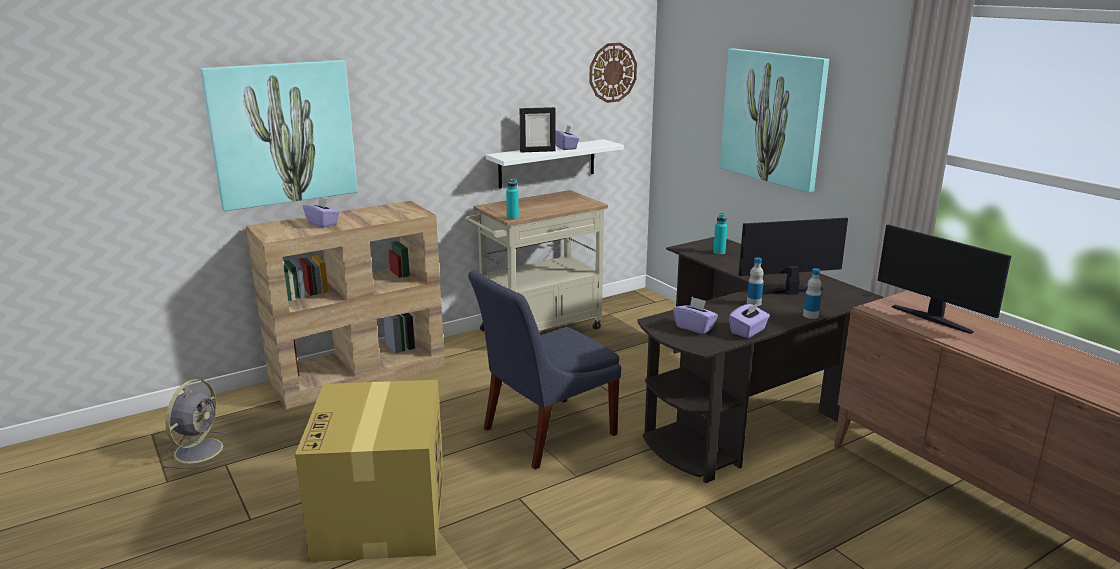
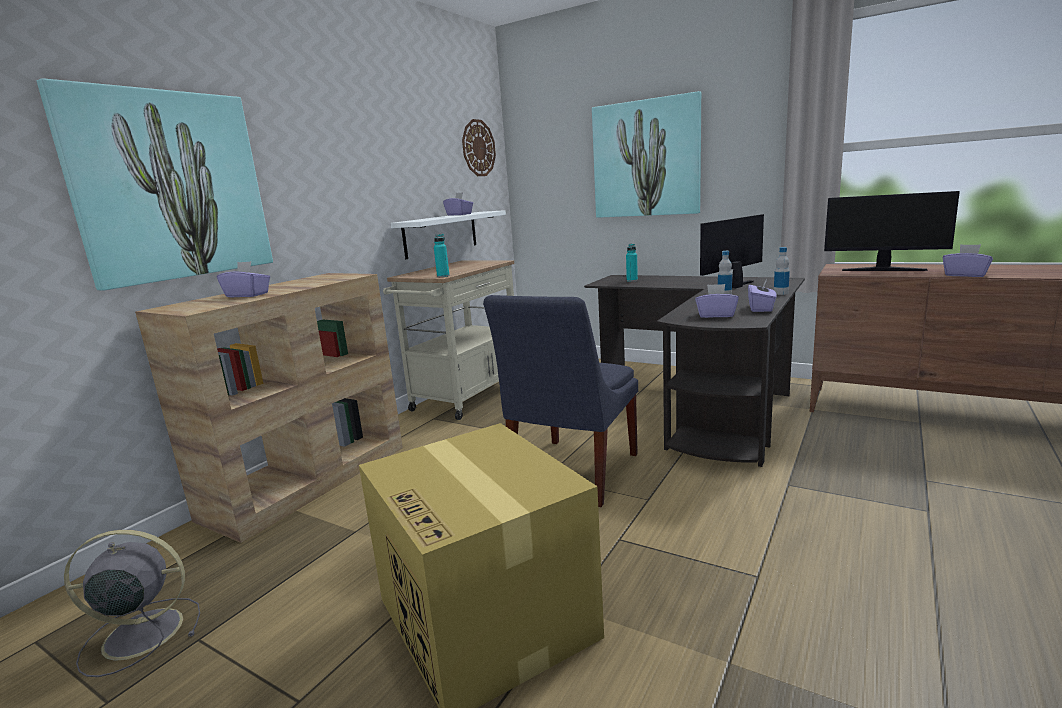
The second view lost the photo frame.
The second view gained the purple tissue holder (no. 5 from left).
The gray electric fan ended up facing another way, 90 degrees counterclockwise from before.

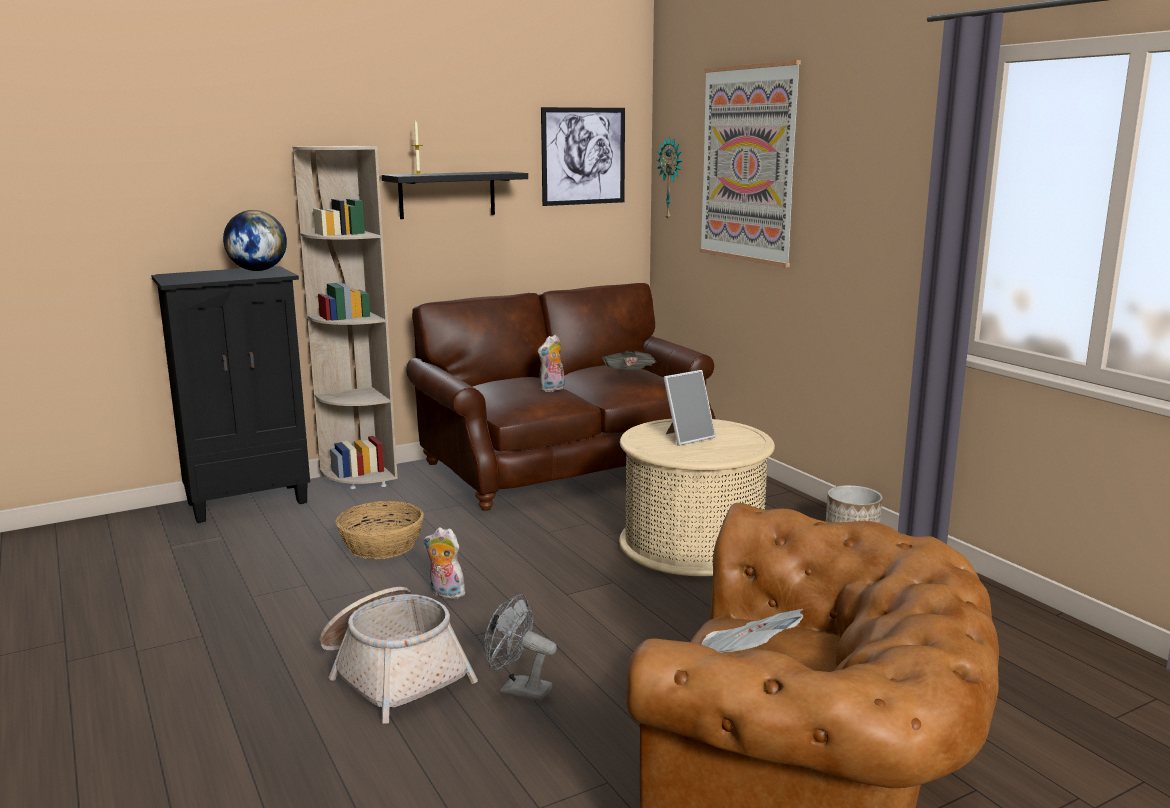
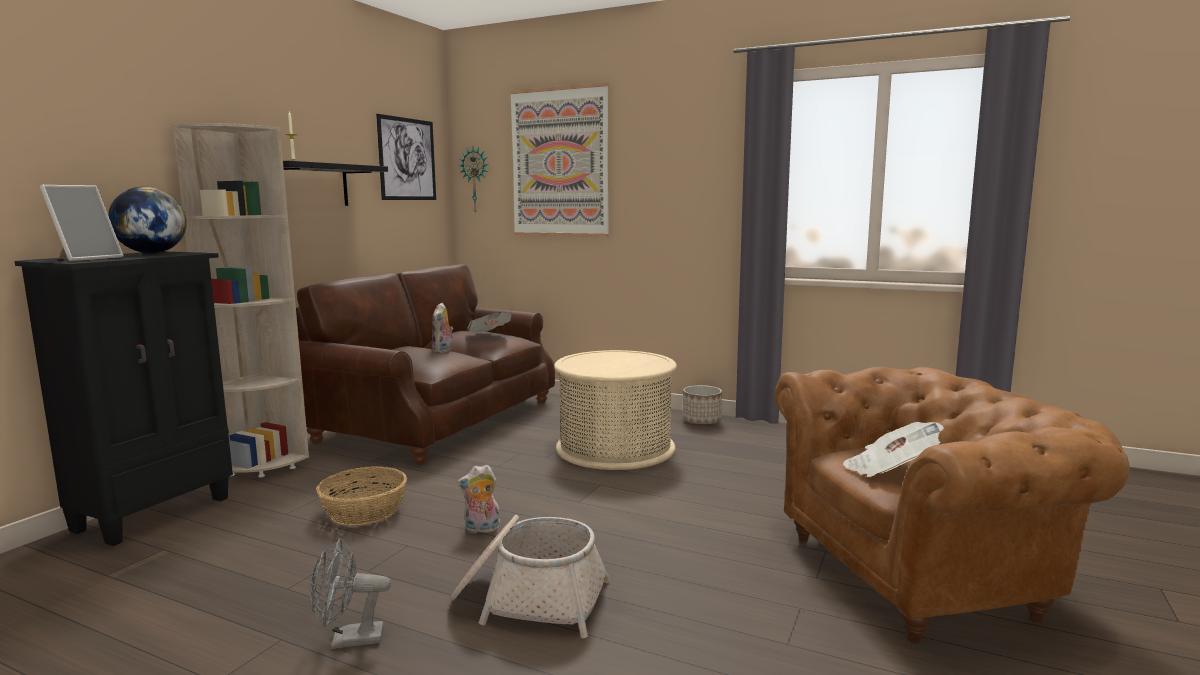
The gray electric fan ended up elsewhere.
The photo frame ended up elsewhere.

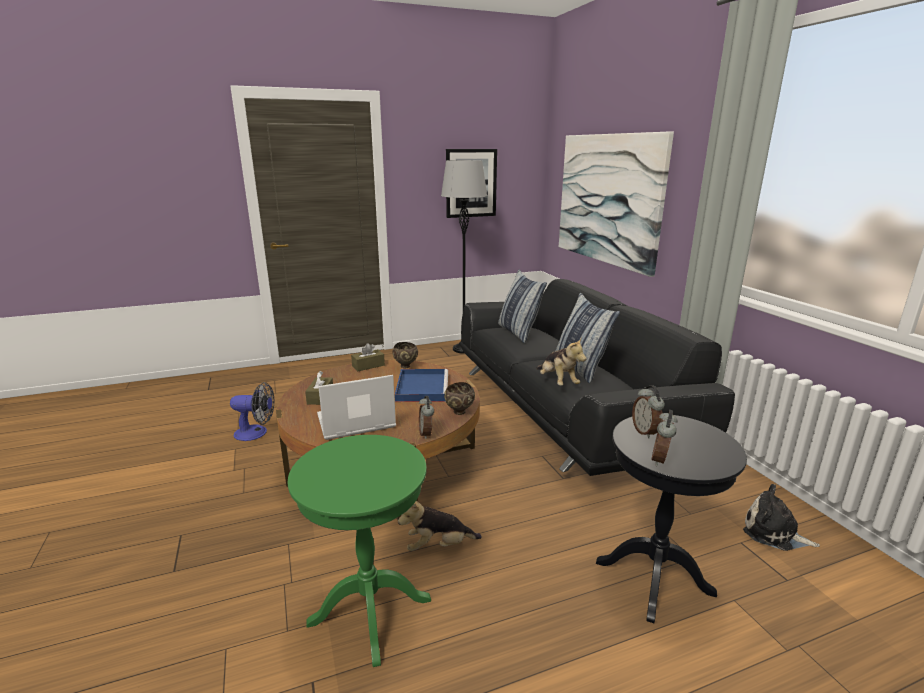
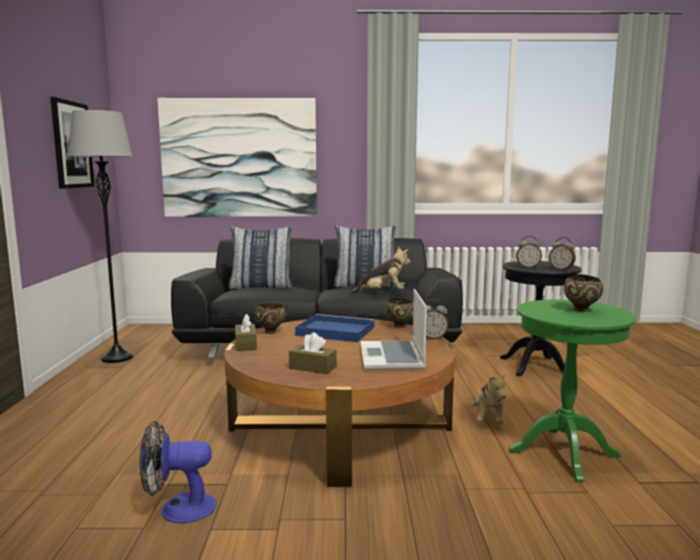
The second view lost the plush toy (no. 3 from left).
The second view gained the brownish serving bowl (no. 3 from left).
The electric fan ended up facing another way, 120 degrees counterclockwise from before.

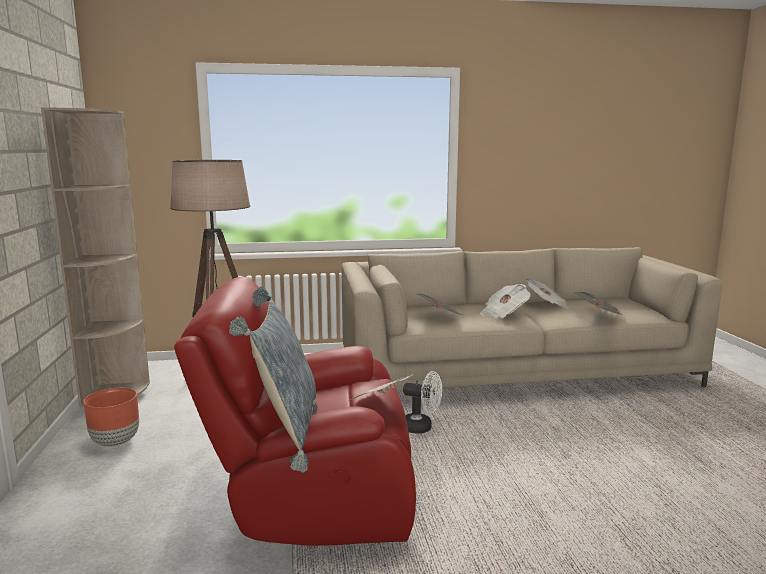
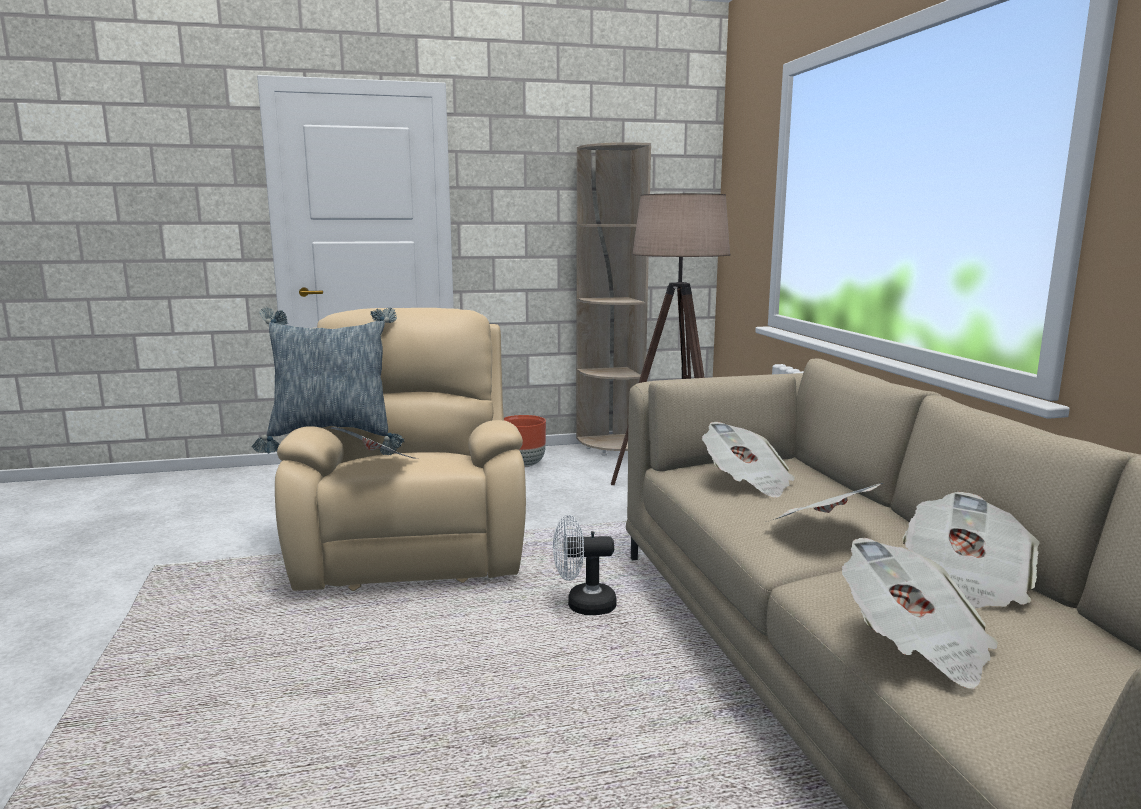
What was the red lounge chair turned into the beige lounge chair.
The white electric fan ended up facing another way, 75 degrees clockwise from before.

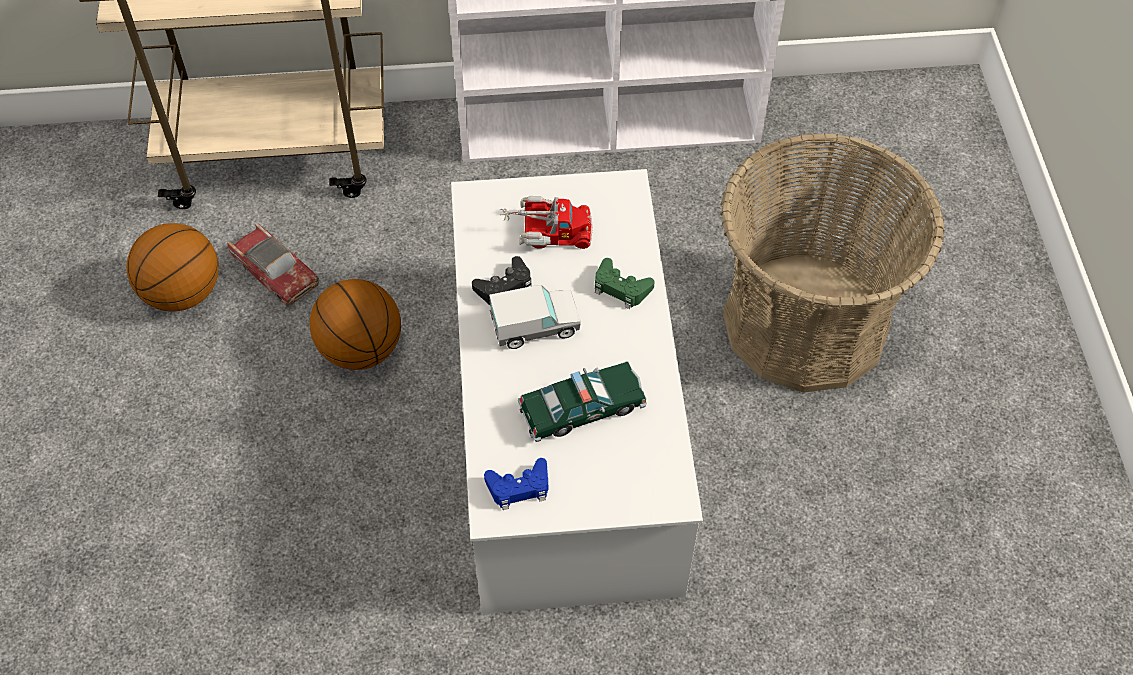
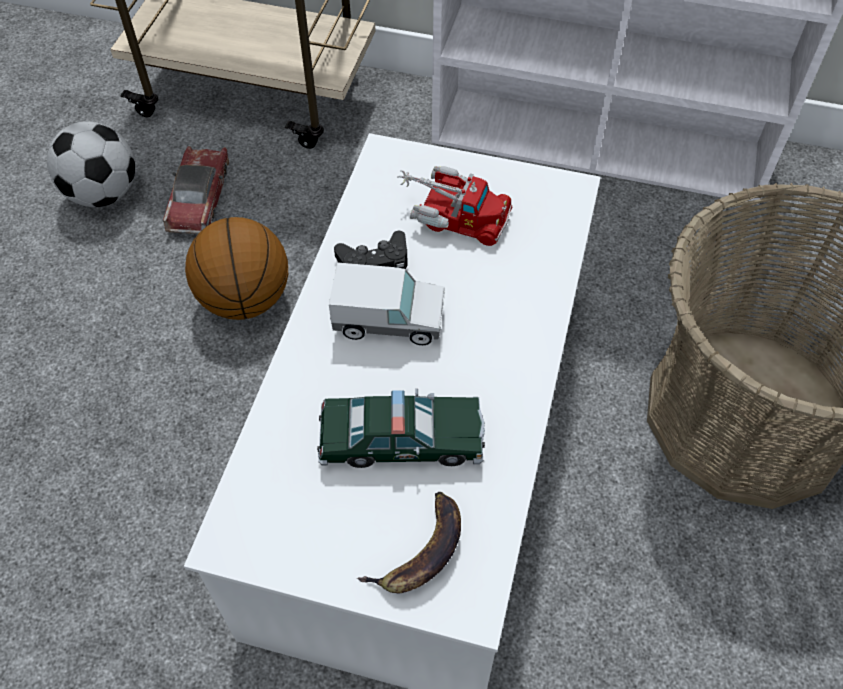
The second view lost the blue joypad.
The second view lost the greenish joypad.
The second view gained the banana fruit.
Where the basketball (no. 1 from left) stood, the football ball came to stand.
The miniature car (no. 1 from left) ended up facing another way, 150 degrees counterclockwise from before.

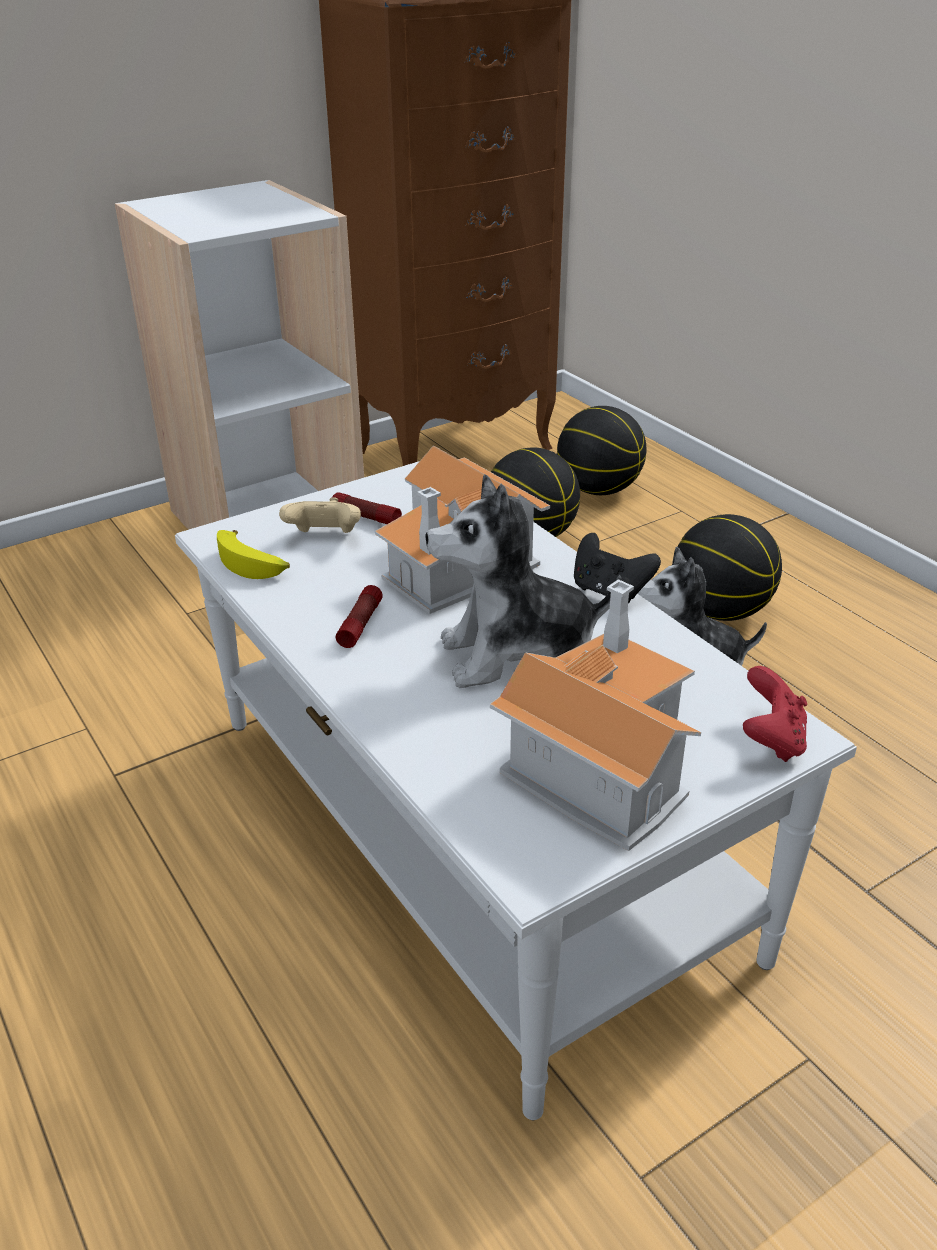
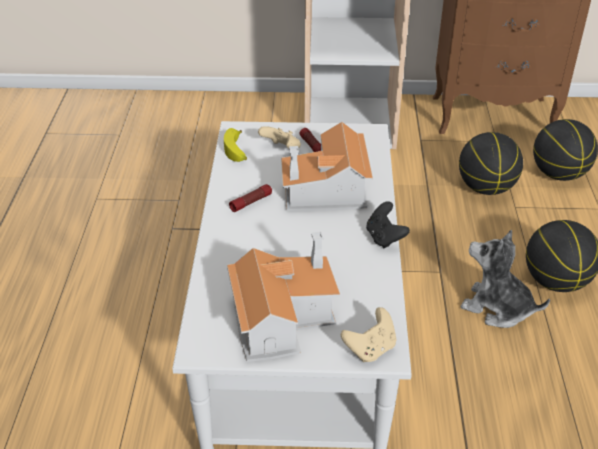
The second view lost the plush toy (no. 1 from left).
What was the red joypad turned into the beige joypad (no. 2 from left).

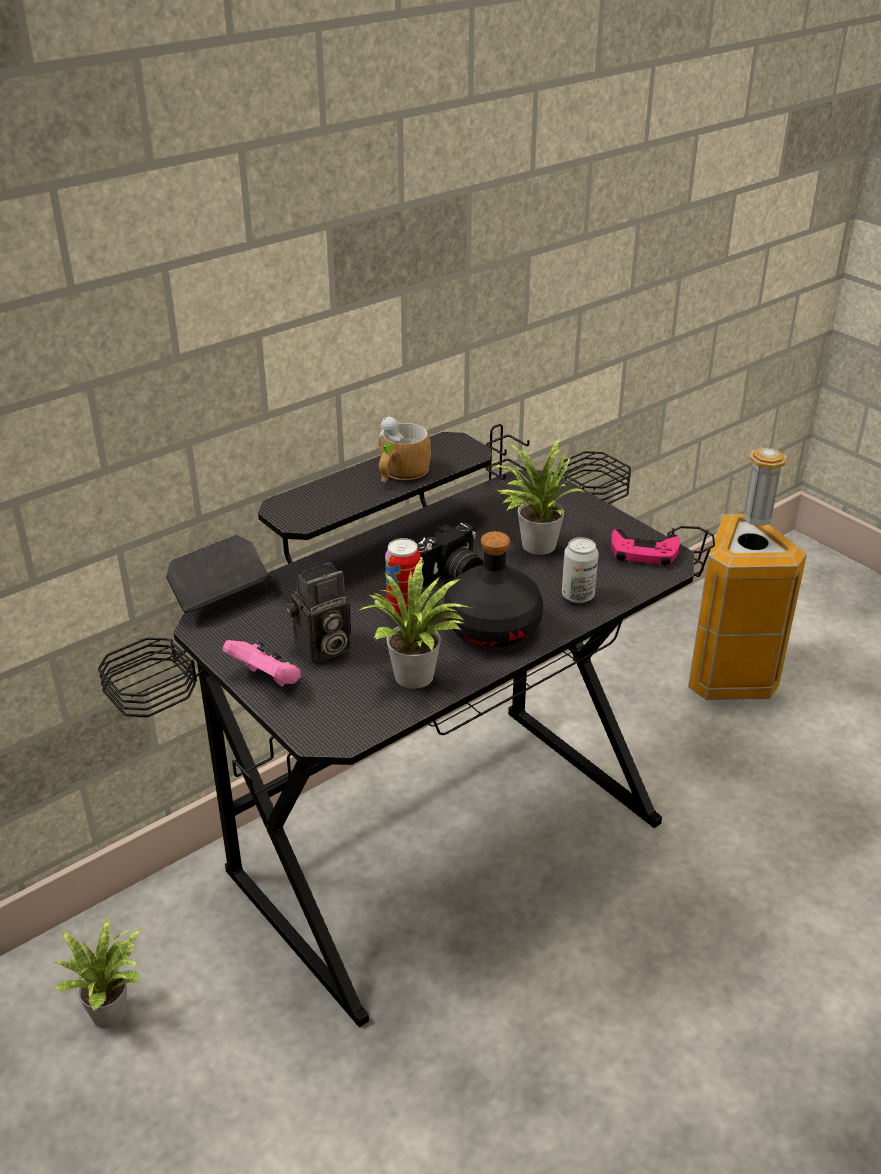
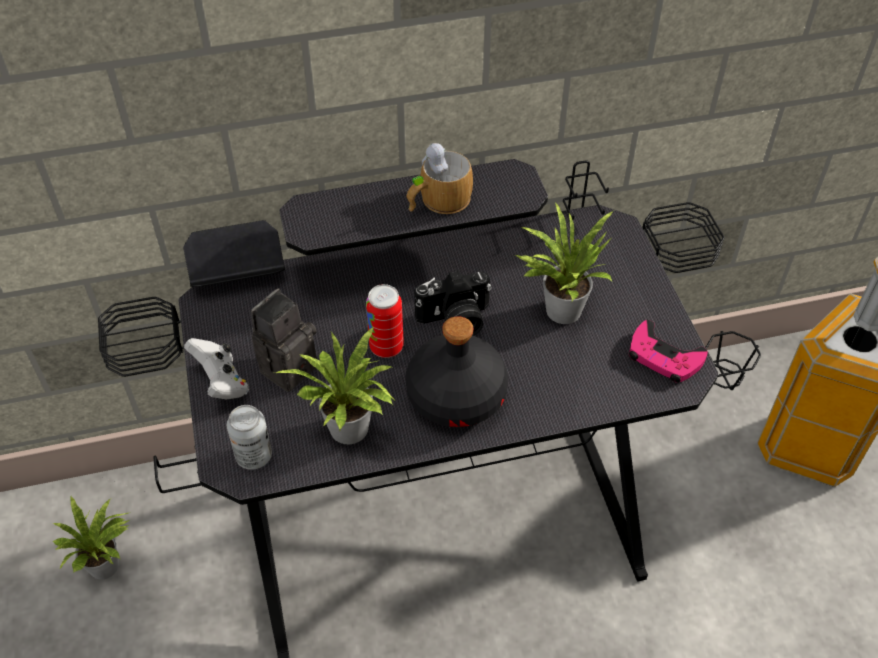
The metal can (no. 2 from left in the first image) ended up elsewhere.
What was the pinkish joypad (no. 1 from left) turned into the white joypad.
The still camera (no. 1 from left) ended up facing another way, 135 degrees clockwise from before.

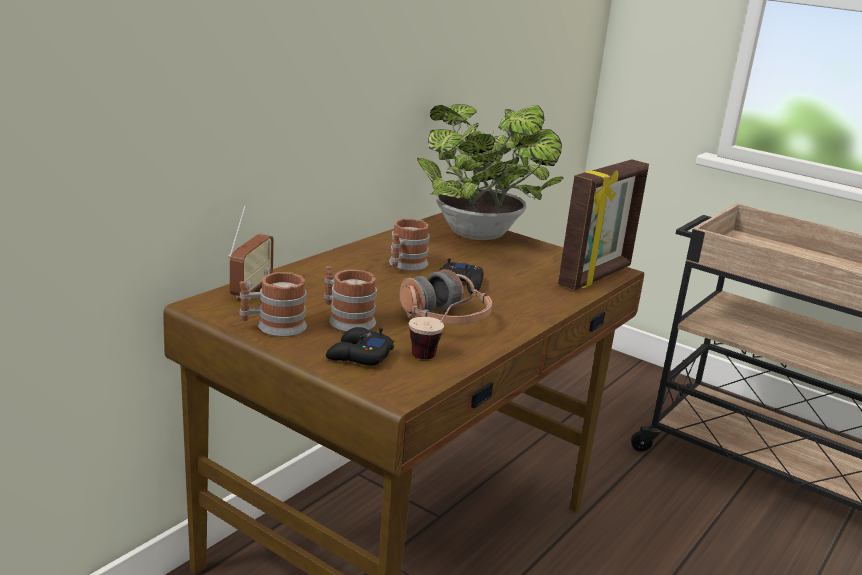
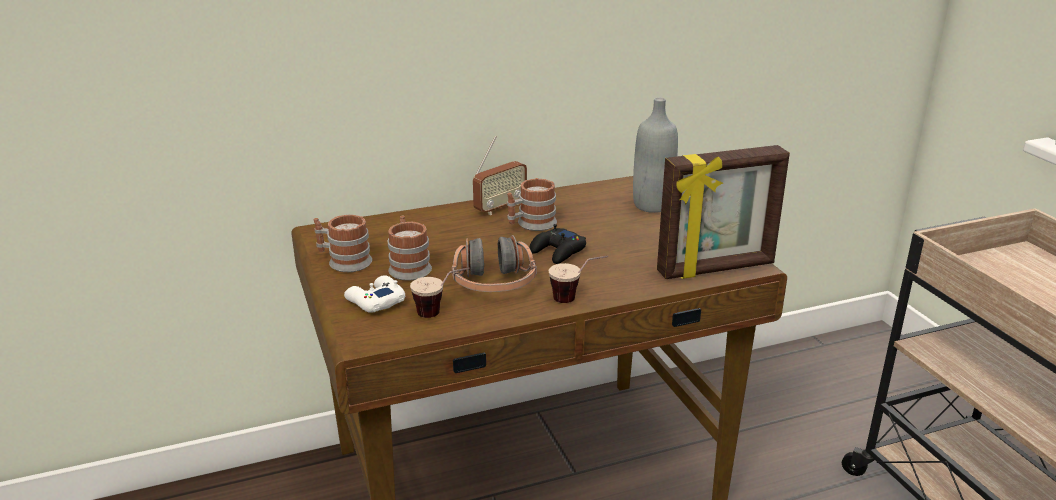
The second view gained the drinking cup (no. 2 from left).
The radio receiver ended up elsewhere.
Where the plant in a pot stood, the gray bottle came to stand.
What was the blackish joypad (no. 1 from left) turned into the white joypad.

